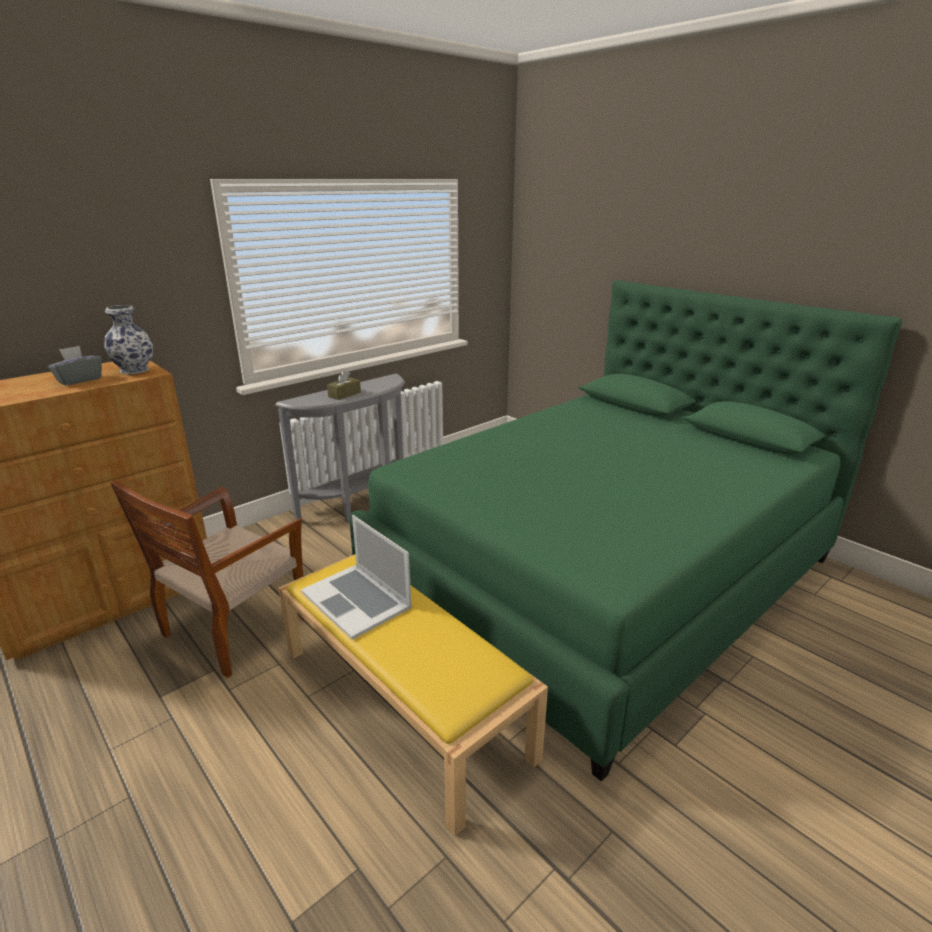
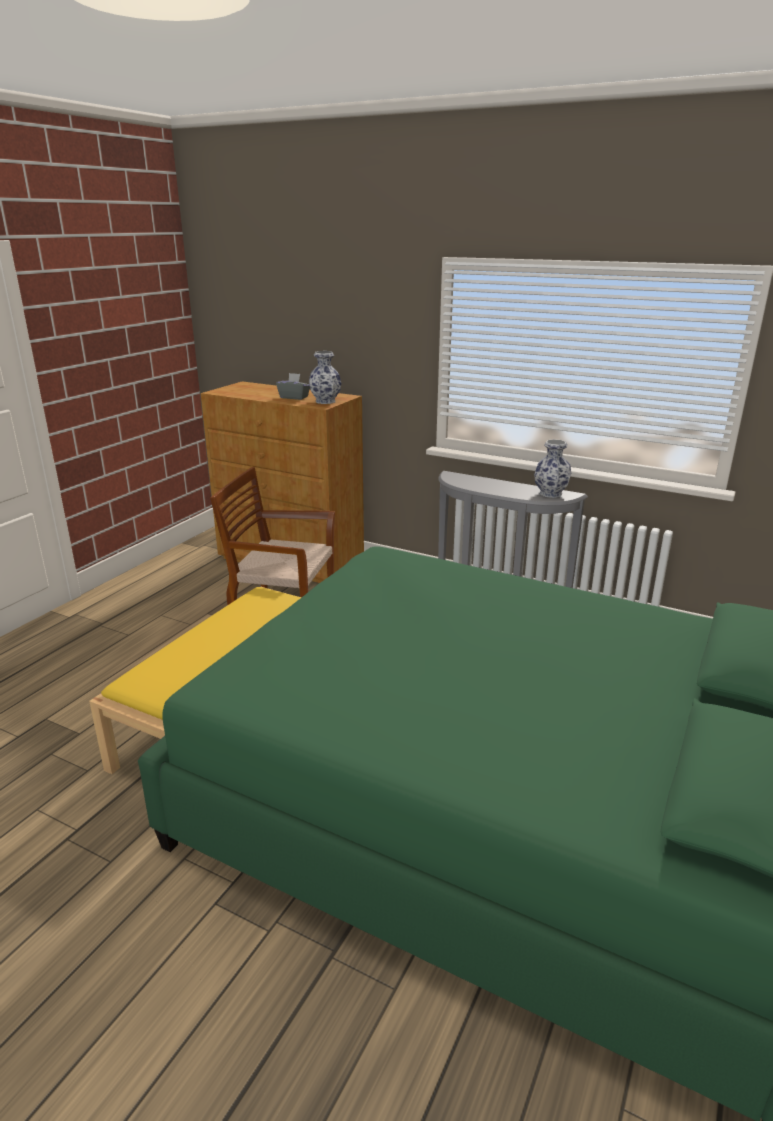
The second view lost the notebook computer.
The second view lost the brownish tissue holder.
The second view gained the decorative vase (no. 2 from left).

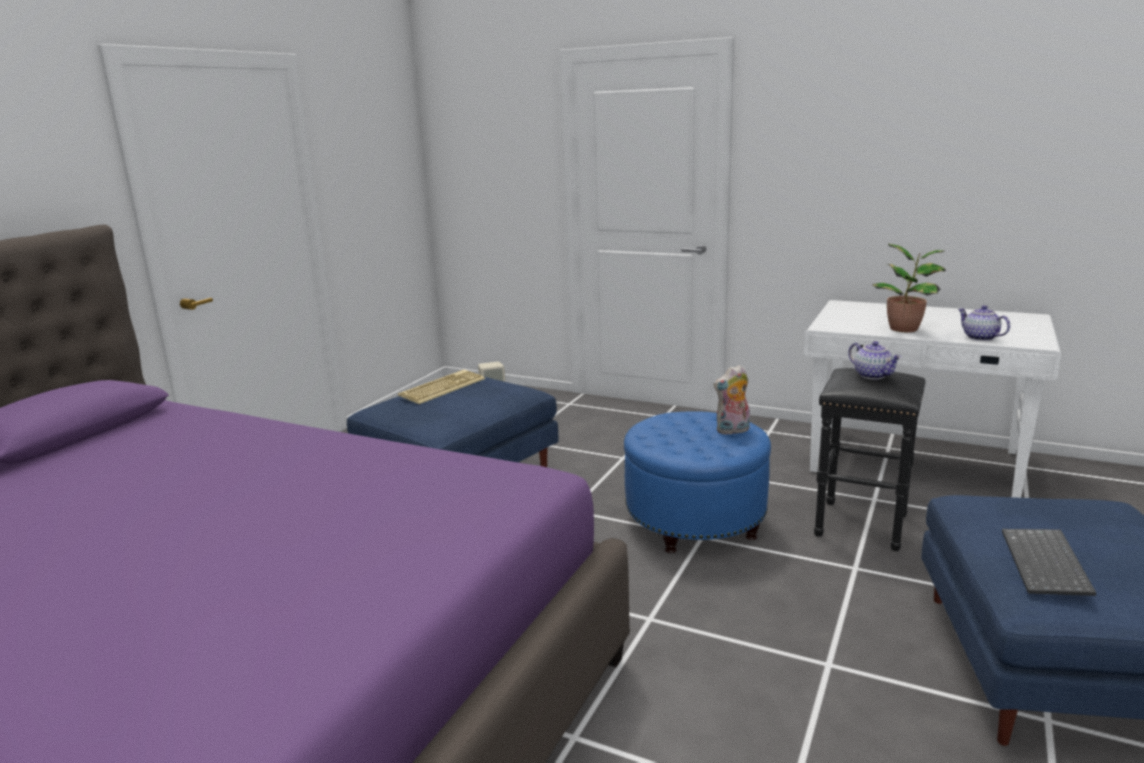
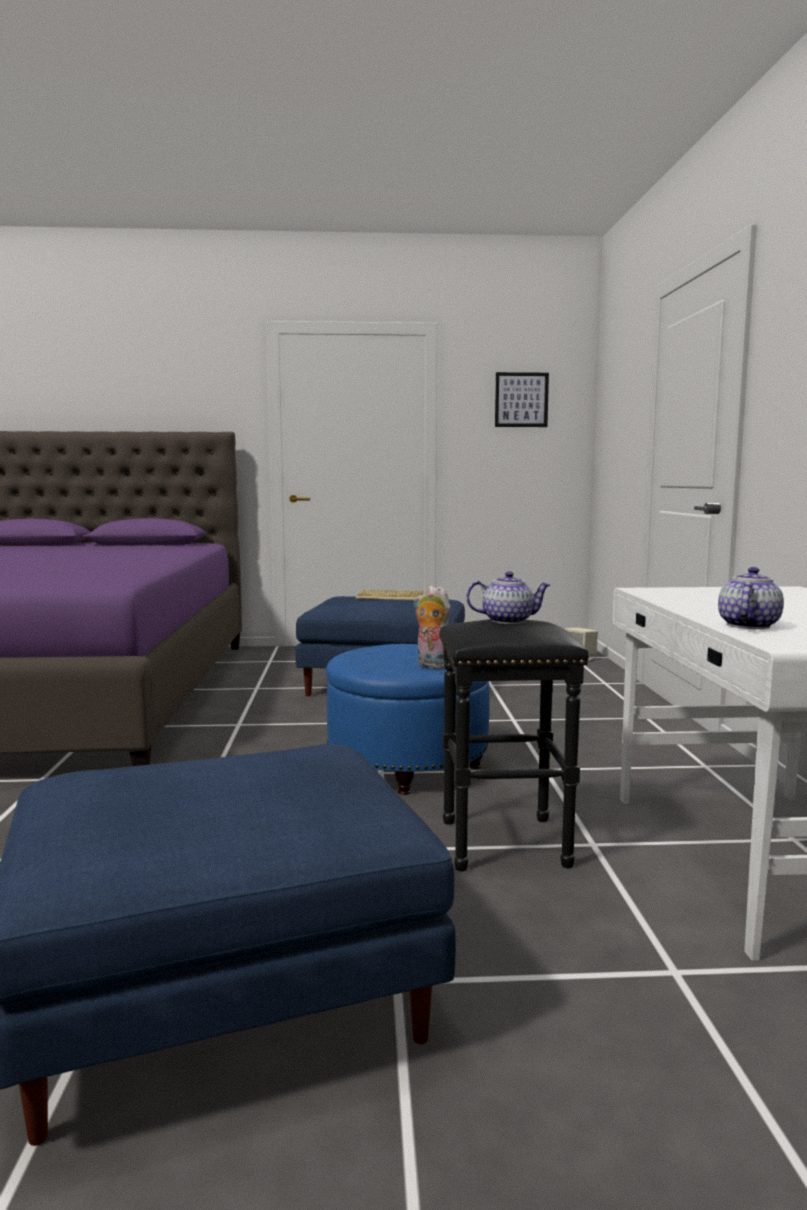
The second view lost the plant in a pot.
The second view lost the computer keyboard (no. 2 from left).
The second view gained the wall picture.
The teapot (no. 1 from left) ended up facing another way, 120 degrees counterclockwise from before.

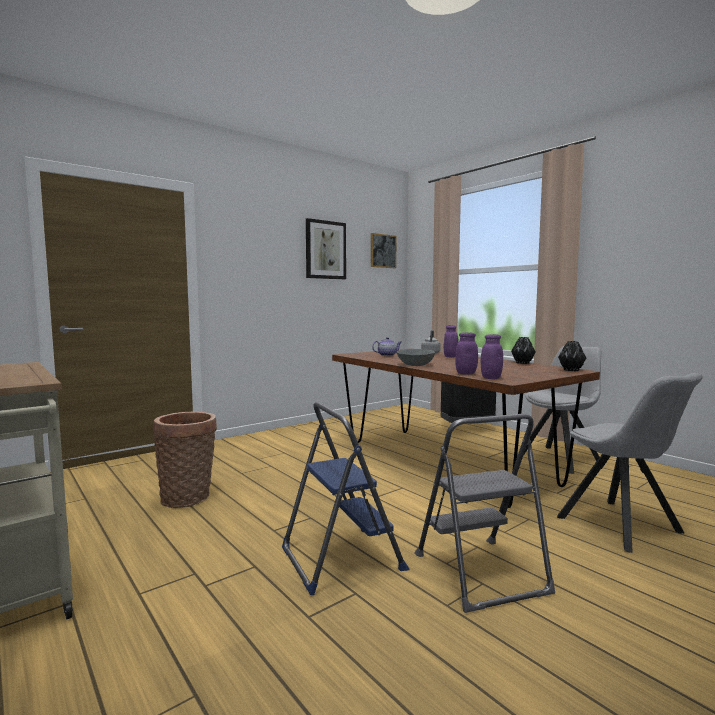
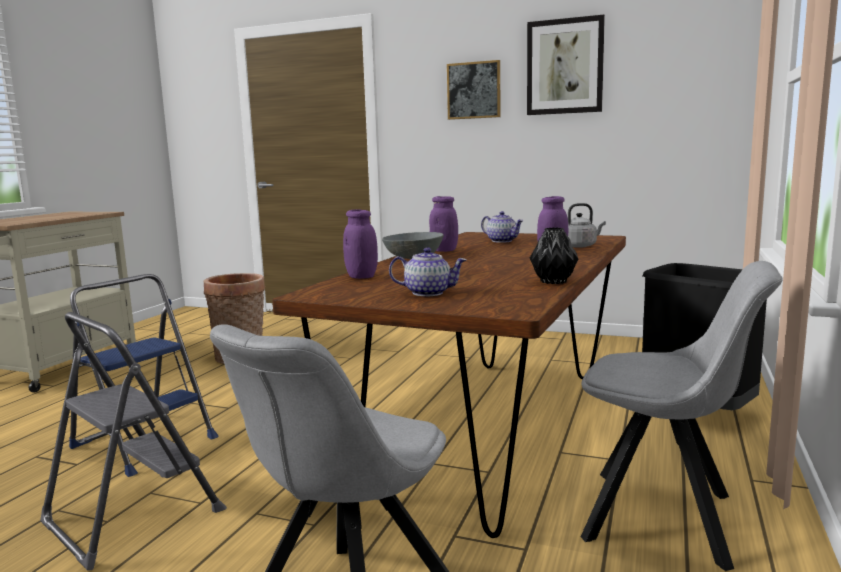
The second view lost the blackish decorative vase (no. 2 from left).
The second view gained the teapot (no. 1 from left).
The wall picture (no. 2 from left in the first image) ended up elsewhere.
The purple storage jar (no. 3 from left in the first image) ended up elsewhere.

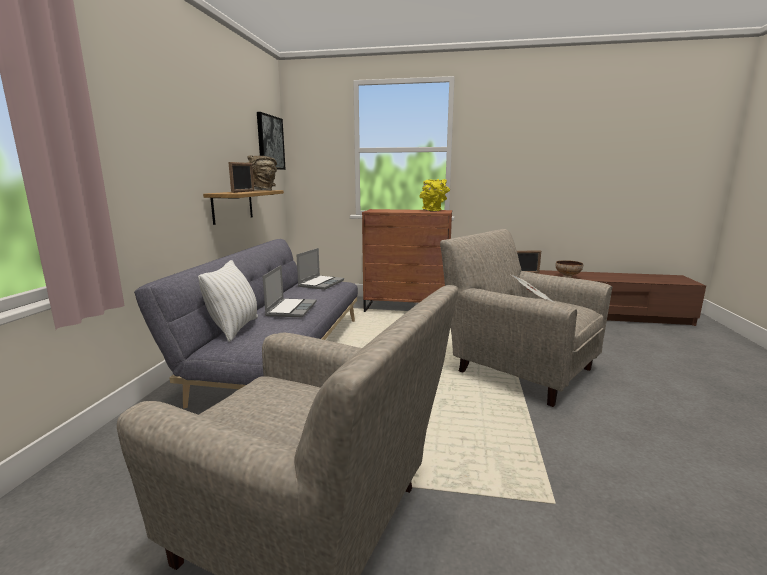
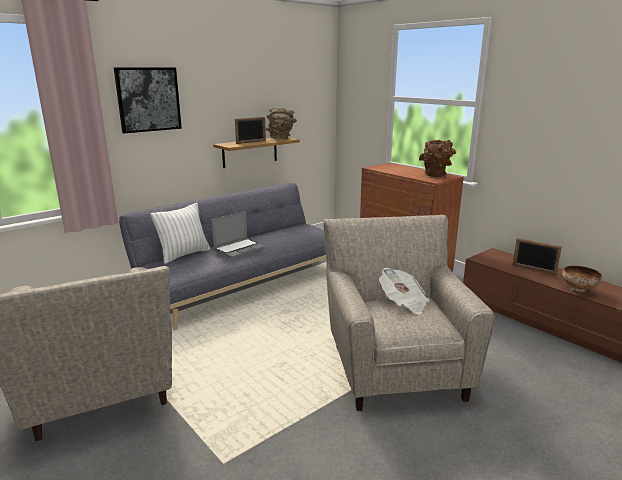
The second view lost the notebook computer (no. 2 from left).
The wall picture ended up elsewhere.
What was the yellow decorative vase turned into the brownish decorative vase (no. 2 from left).

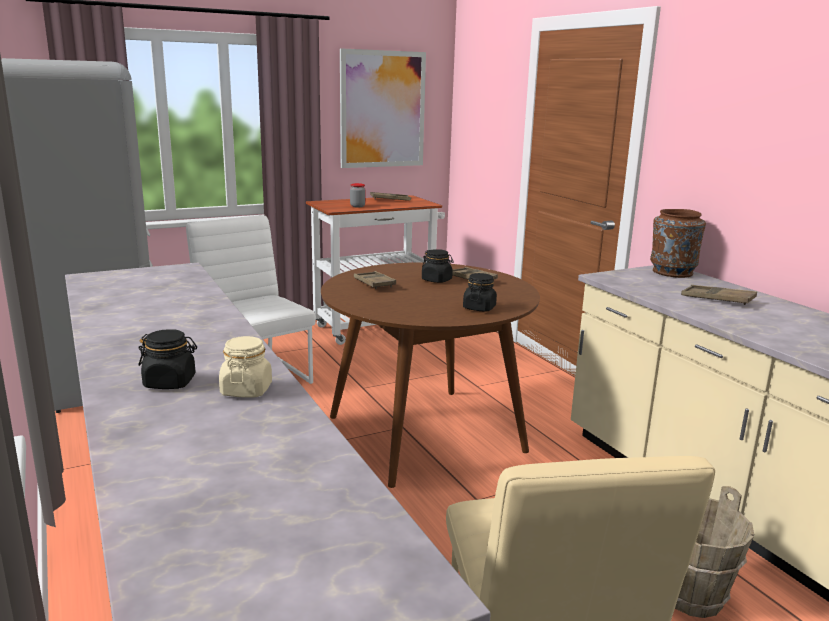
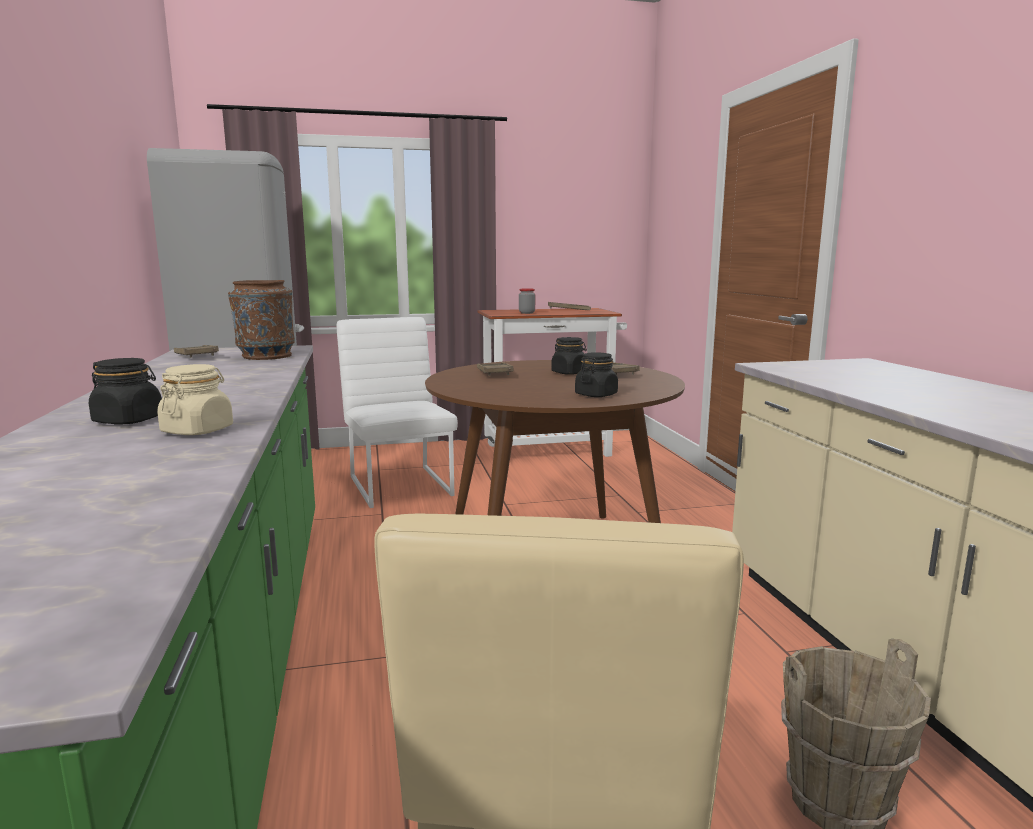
The second view lost the wall picture.
The brownish decorative vase ended up elsewhere.
The brownish tray (no. 4 from left in the first image) ended up elsewhere.

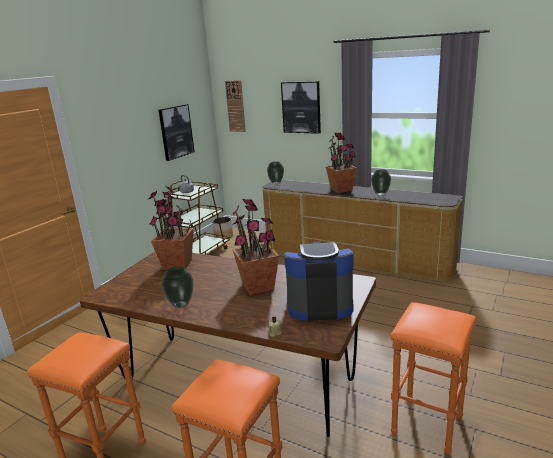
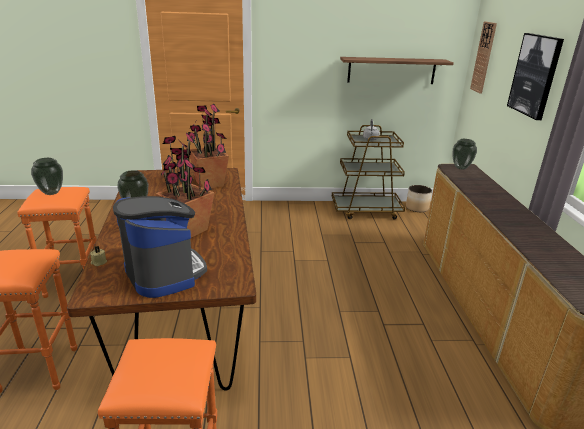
The second view lost the plant in a pot (no. 3 from left).
The decorative vase (no. 3 from left in the first image) ended up elsewhere.
Where the wall picture (no. 1 from left) hung, the shelf came to hang.

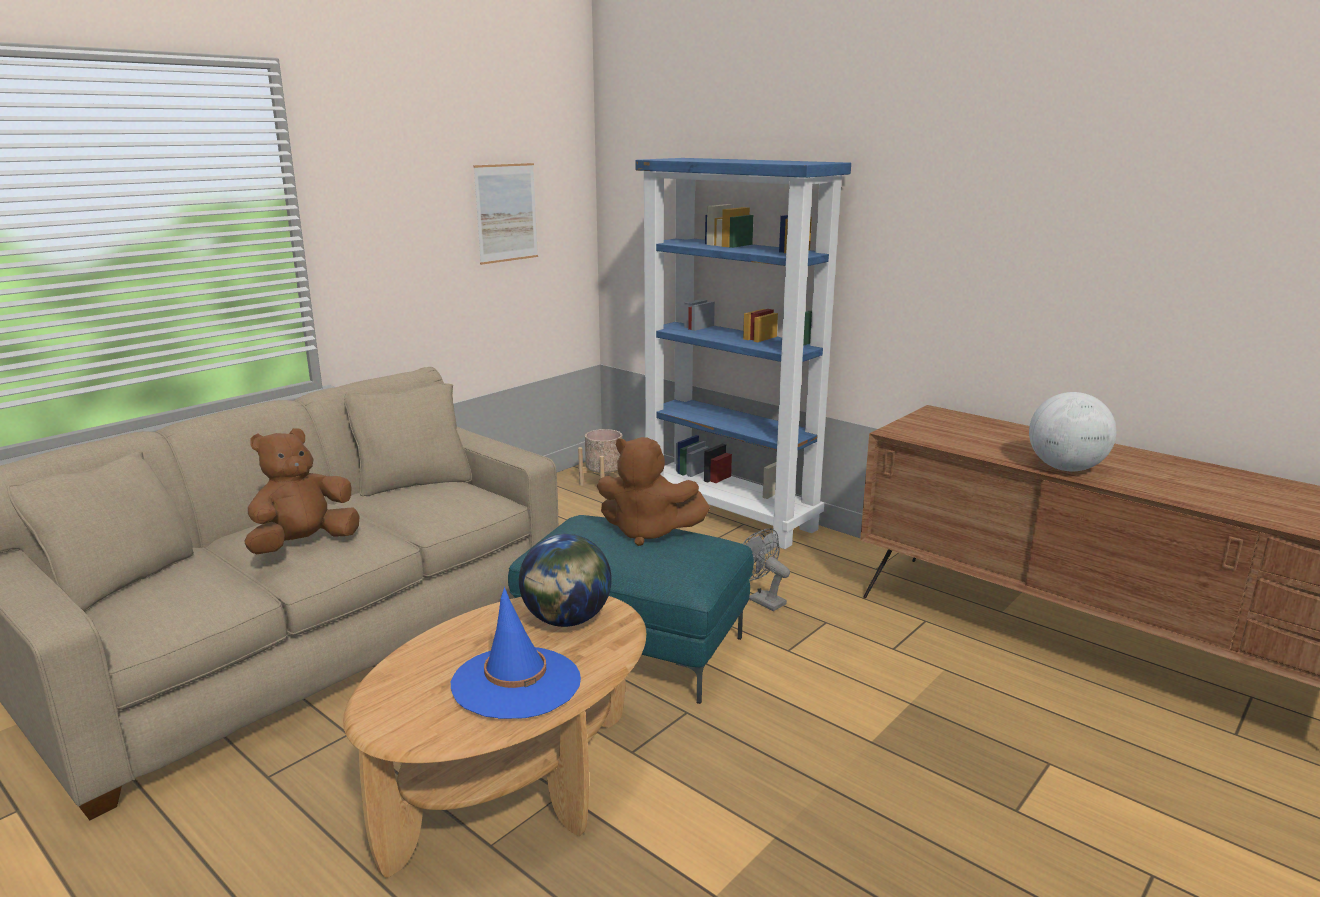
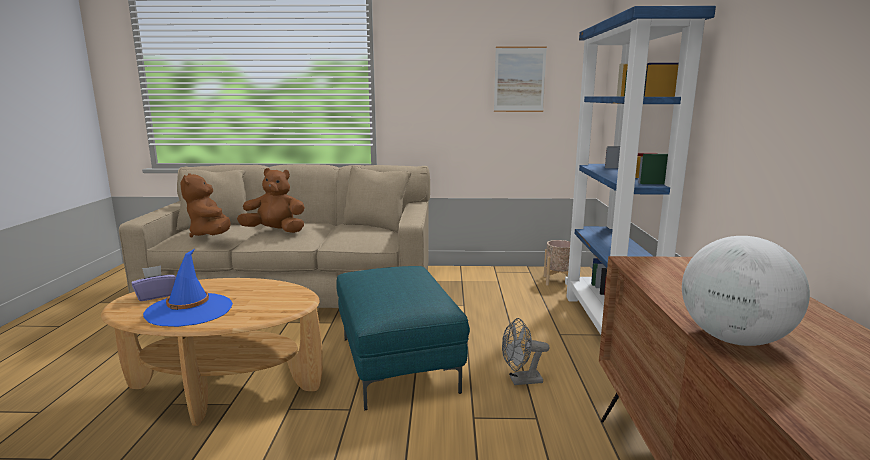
The second view lost the globe (no. 1 from left).
The second view gained the purple tissue holder.
The brownish plush toy (no. 2 from left in the first image) ended up elsewhere.
The gray electric fan ended up facing another way, 105 degrees counterclockwise from before.

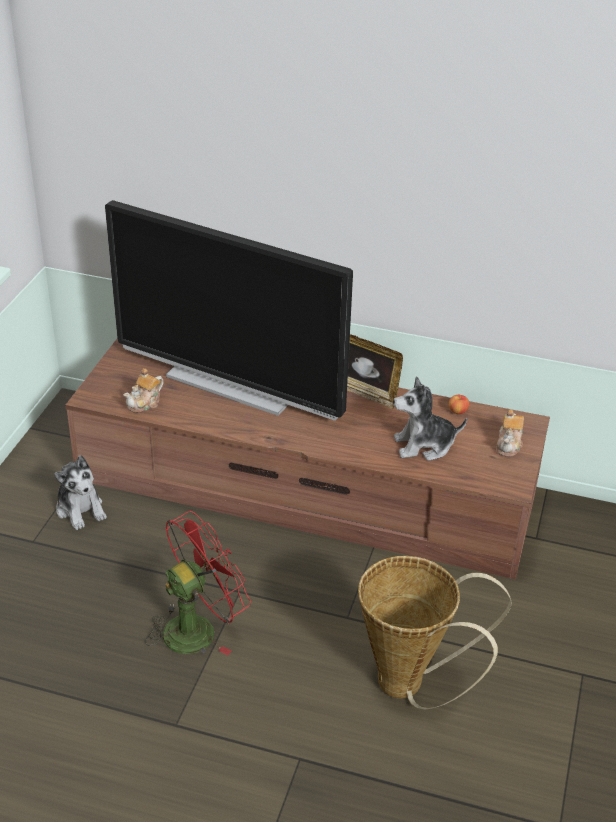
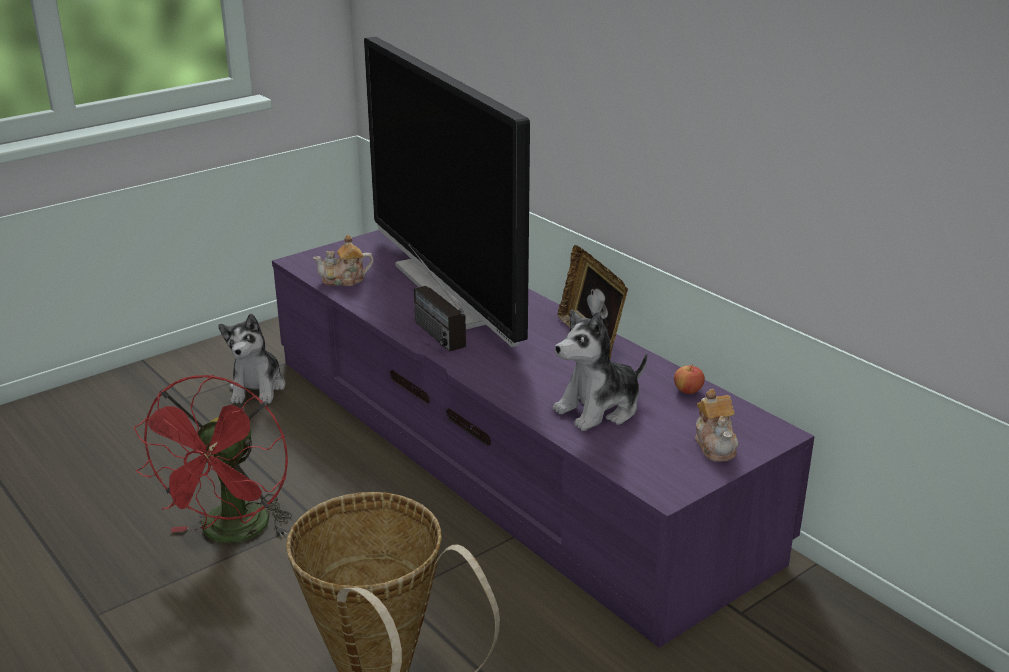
The second view gained the radio receiver.
What was the brownish tv unit turned into the purple tv unit.
The red electric fan ended up facing another way, 105 degrees clockwise from before.
The plush toy (no. 2 from left) ended up facing another way, 60 degrees counterclockwise from before.
The teapot (no. 2 from left) ended up facing another way, 60 degrees counterclockwise from before.

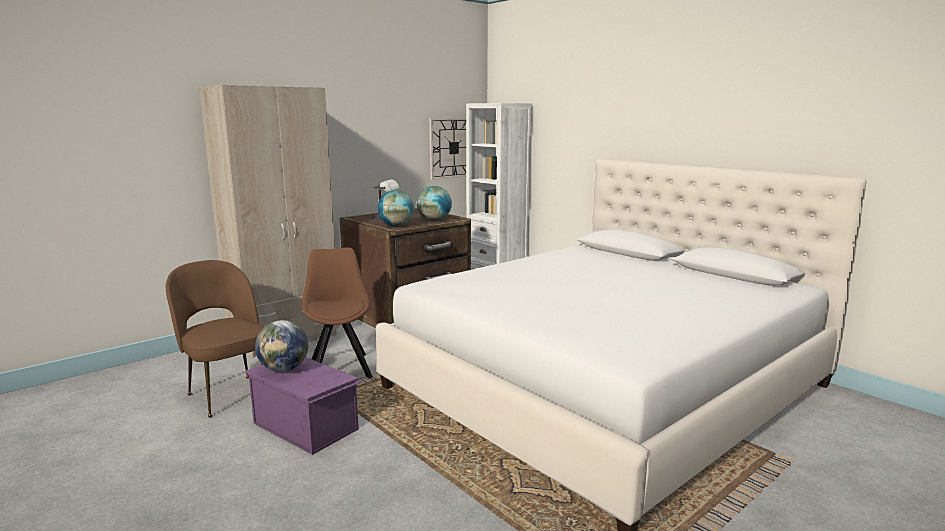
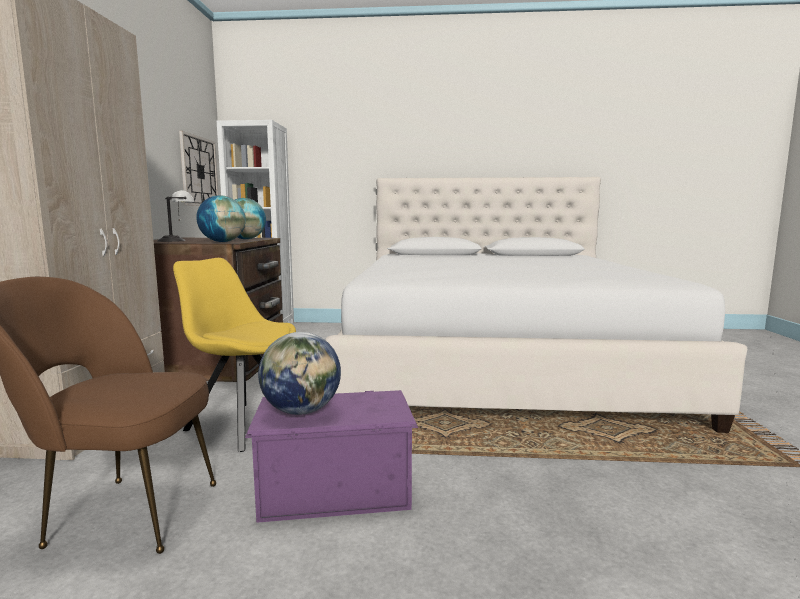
What was the brownish upright chair (no. 2 from left) turned into the yellow upright chair.

